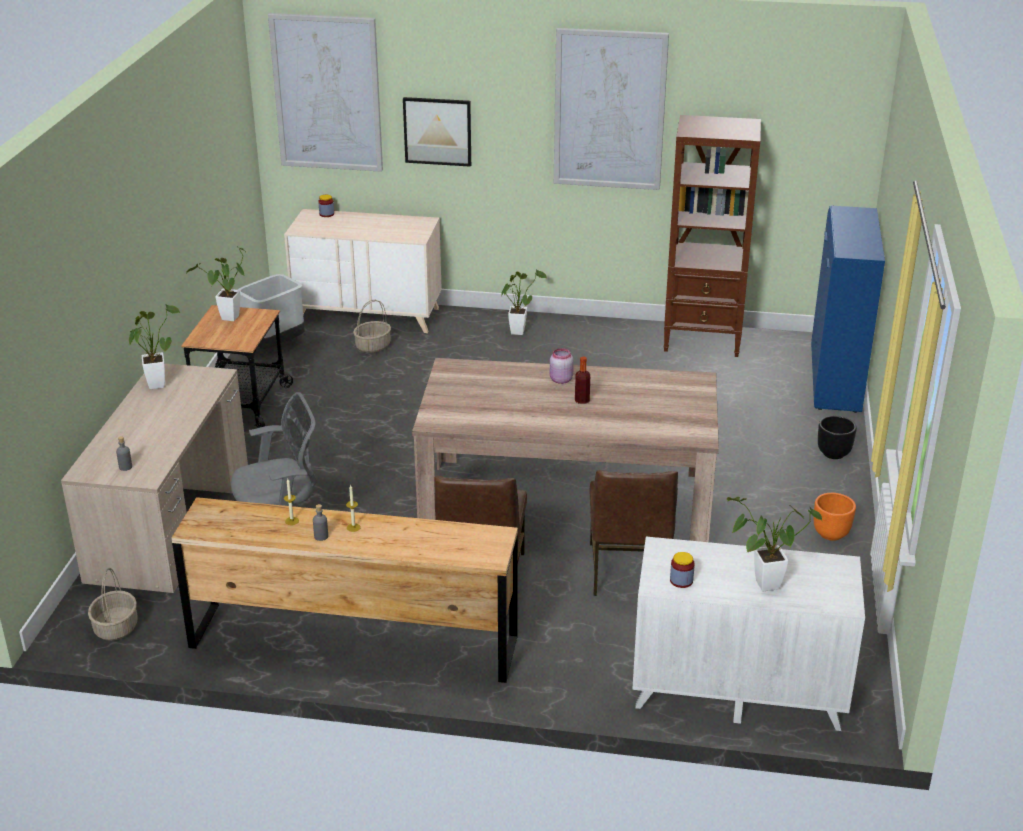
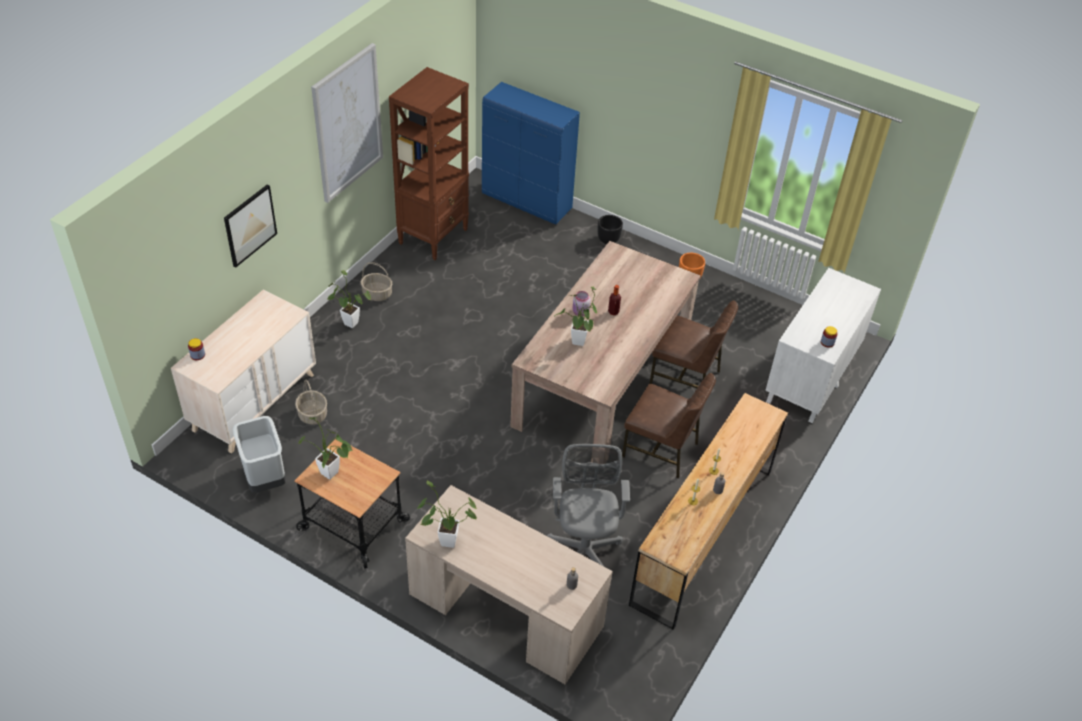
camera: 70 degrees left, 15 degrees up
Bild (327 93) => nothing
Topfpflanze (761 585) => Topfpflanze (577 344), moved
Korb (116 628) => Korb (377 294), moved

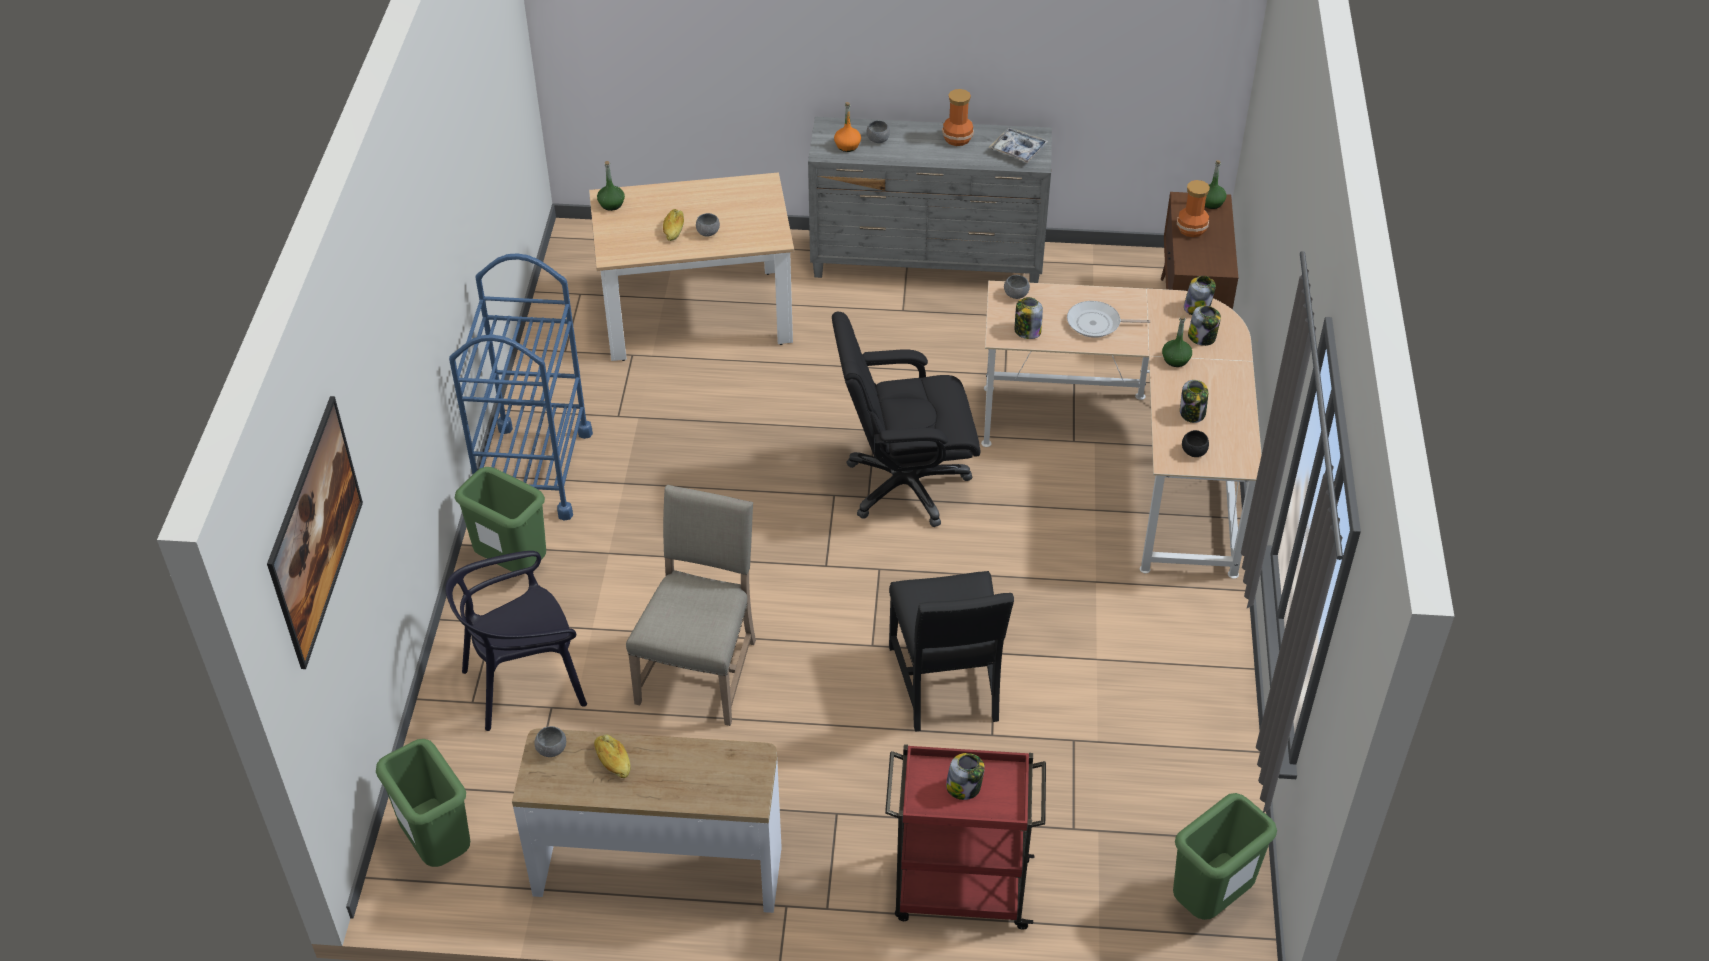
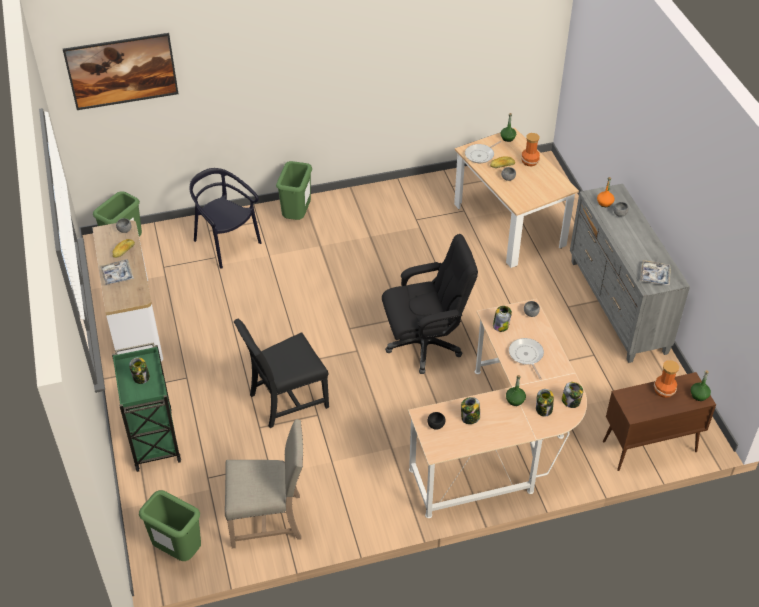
camera: 70 degrees right, 0 degrees up
Vase (957 138) => Vase (529 161), moved
Rollwagen (blau) (534 471) => nothing
Bürostuhl (schwarz) (904 485) => Bürostuhl (schwarz) (425 344), 105 degrees clockwise
Stuhl (beige) (701 669) => Stuhl (beige) (269 518), moved
Rollwagen (rot) (958 890) => Rollwagen (grün) (153 438)
nothing => Pfanne (480 155)
nothing => Tablett (117 275)

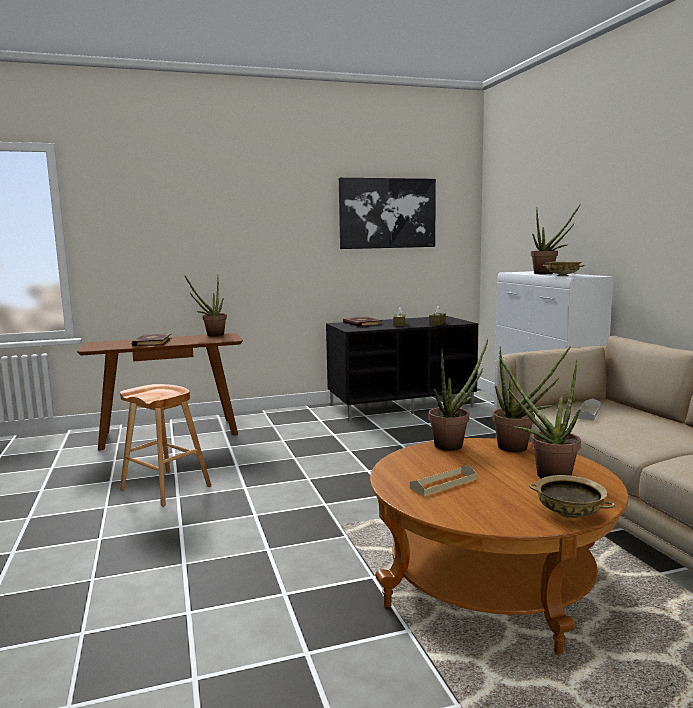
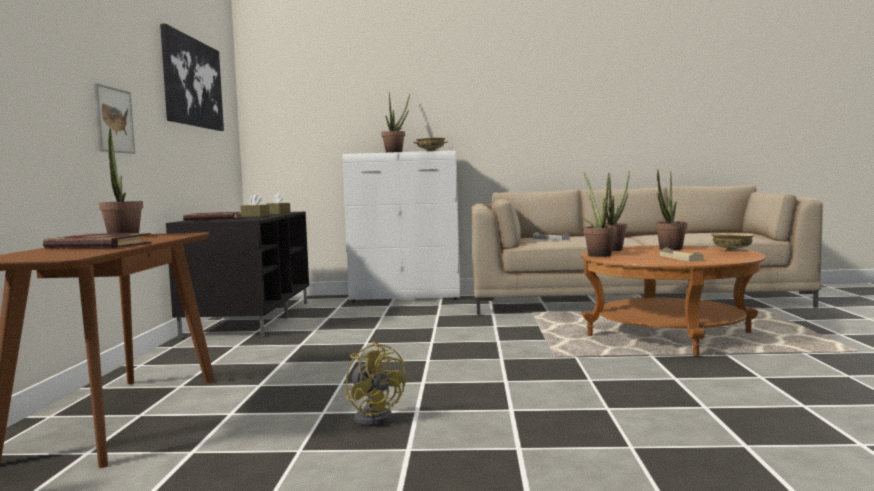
camera: 70 degrees left, 5 degrees down
Hocker (braun) (165 487) => Ventilator (gelb) (375 417)
nothing => Bild (114 120)

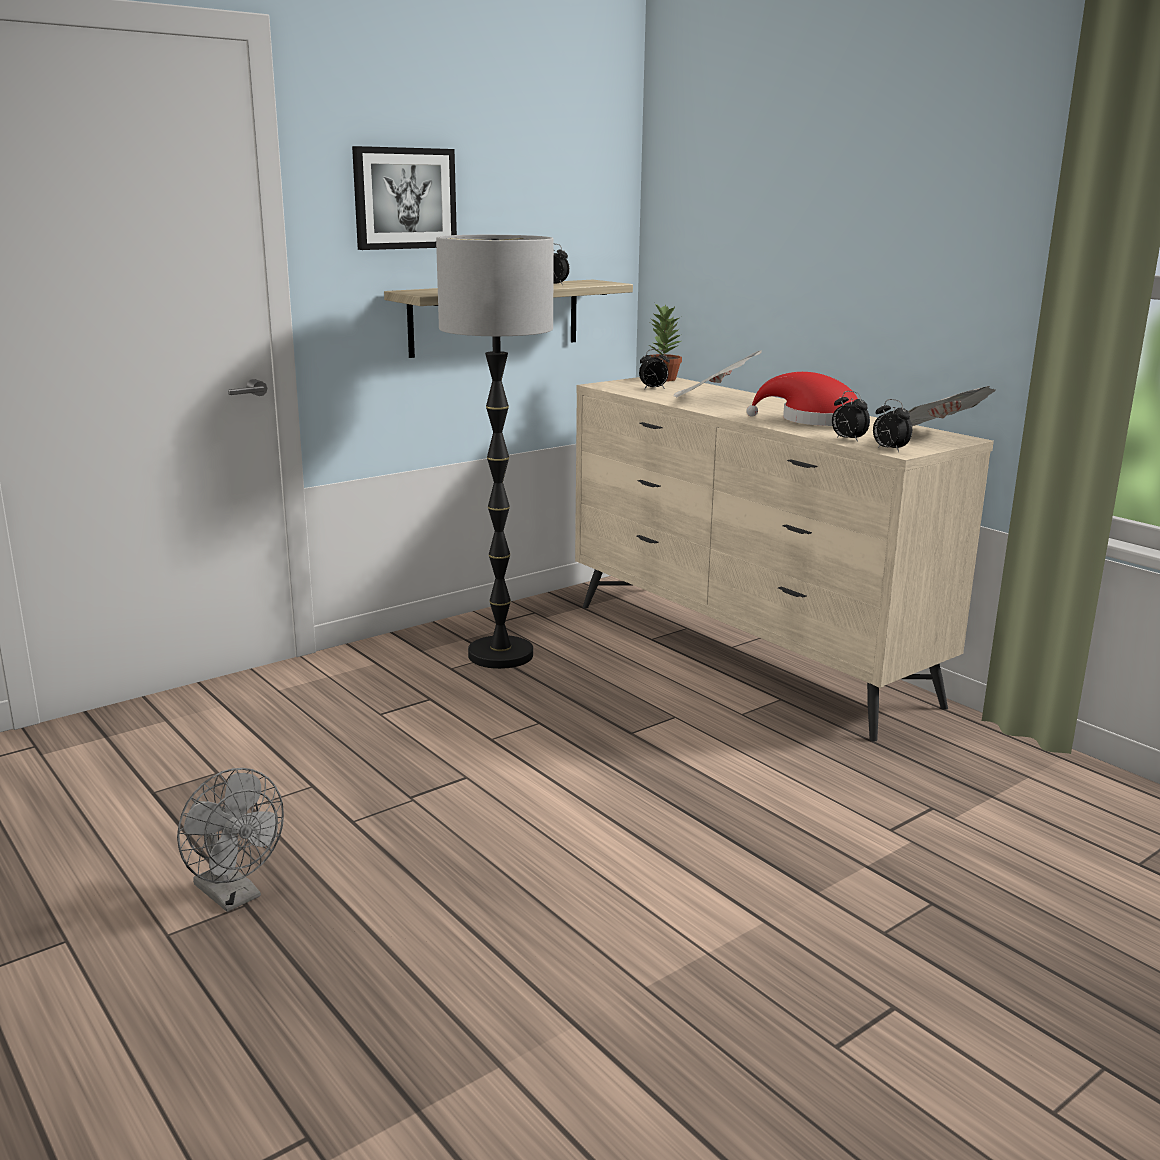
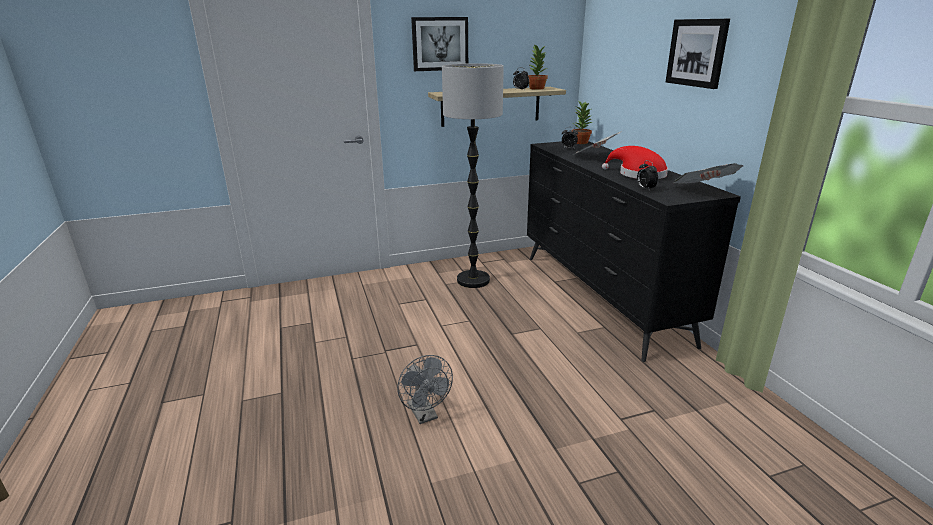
camera: 20 degrees right, 5 degrees up
Kommode (beige) (746 653) => Kommode (schwarz) (601 297)
Wecker (889 449) => nothing
Ventilator (grau) (234 896) => Ventilator (grau) (425 415), moved
nothing => Bild (697 53)
nothing => Topfpflanze (536 88)

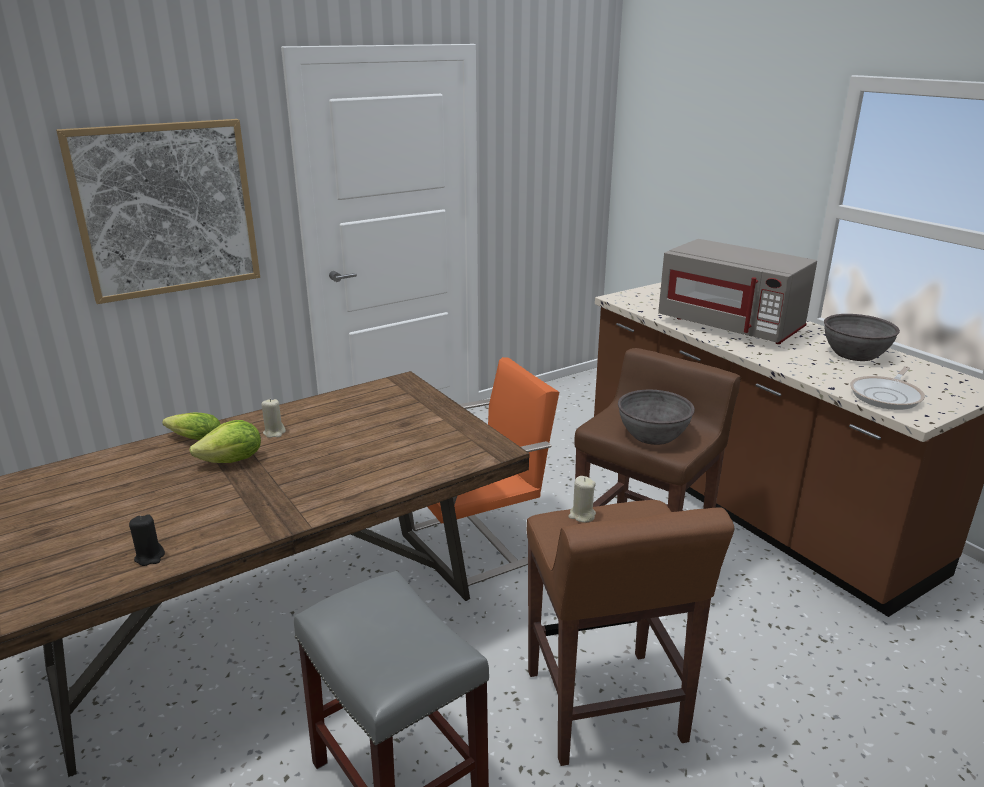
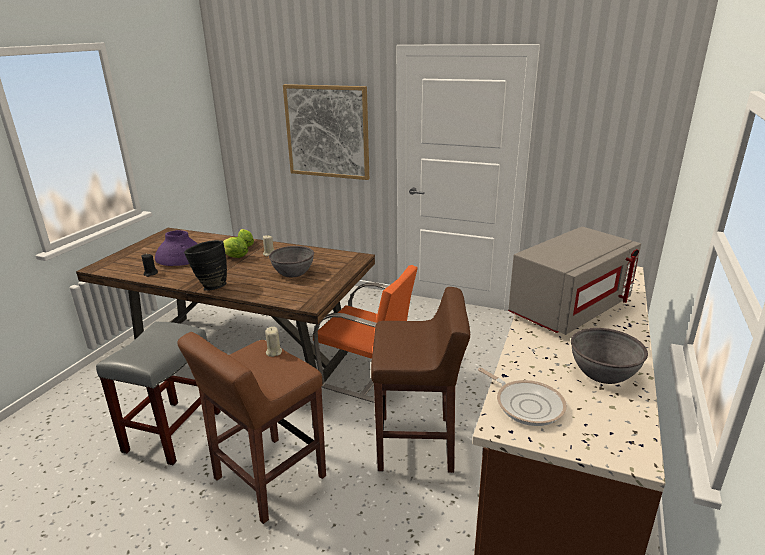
camera: 55 degrees right, 0 degrees up
Mikrowelle (grau) (731 326) => Mikrowelle (grau) (569 309), 135 degrees counterclockwise
Pfanne (887 396) => Pfanne (526 404), 135 degrees counterclockwise
Schüssel (grau) (652 435) => Schüssel (grau) (293 272), moved
nothing => Vase (lila) (180 258)
nothing => Vase (schwarz) (210 286)

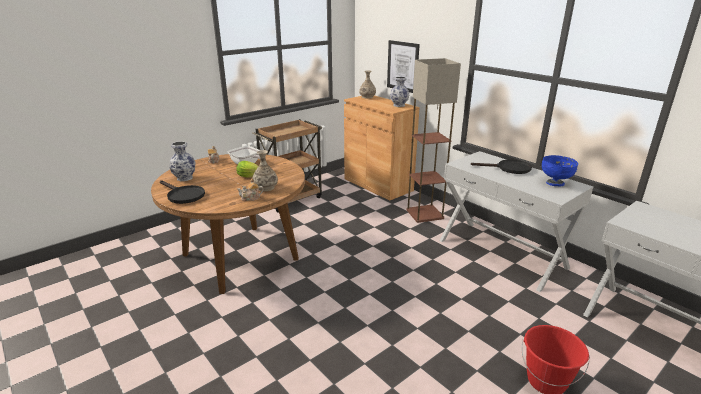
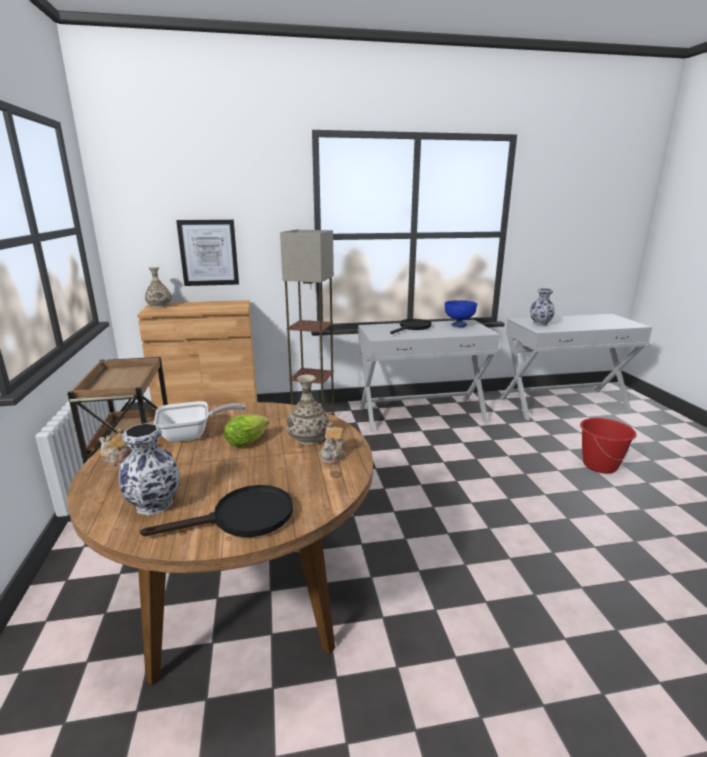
camera: 60 degrees left, 5 degrees down
Vase (399 105) => Vase (540 324), moved

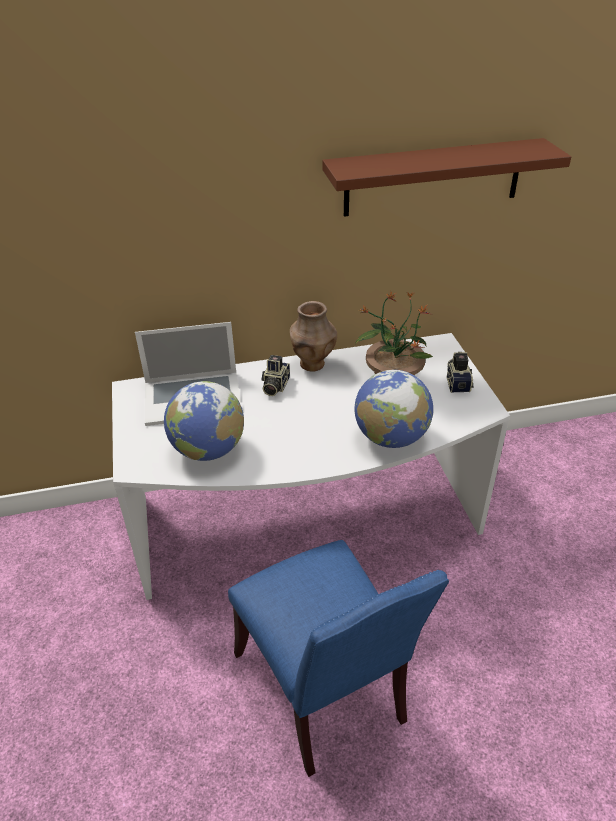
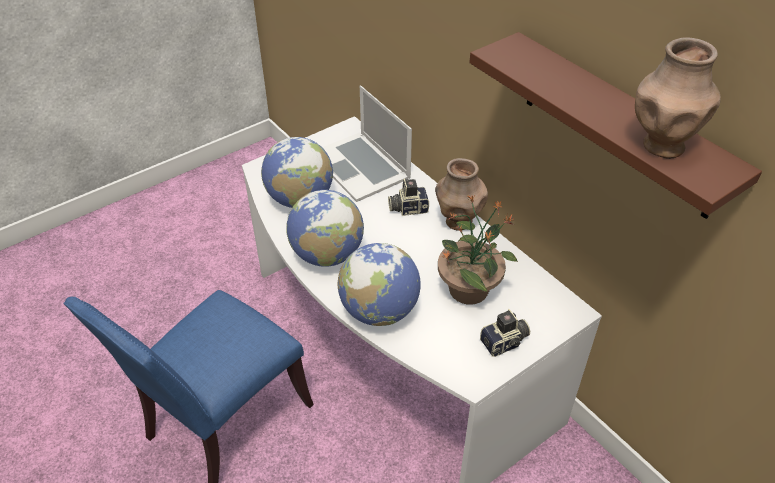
camera: 65 degrees right, 5 degrees up
nothing => Vase (braun) (662 145)
nothing => Globus (327 255)

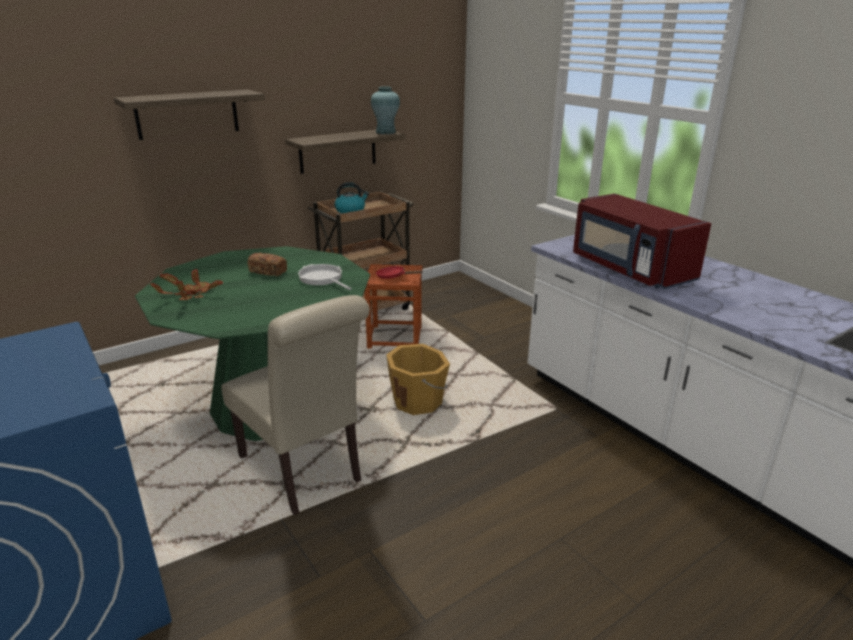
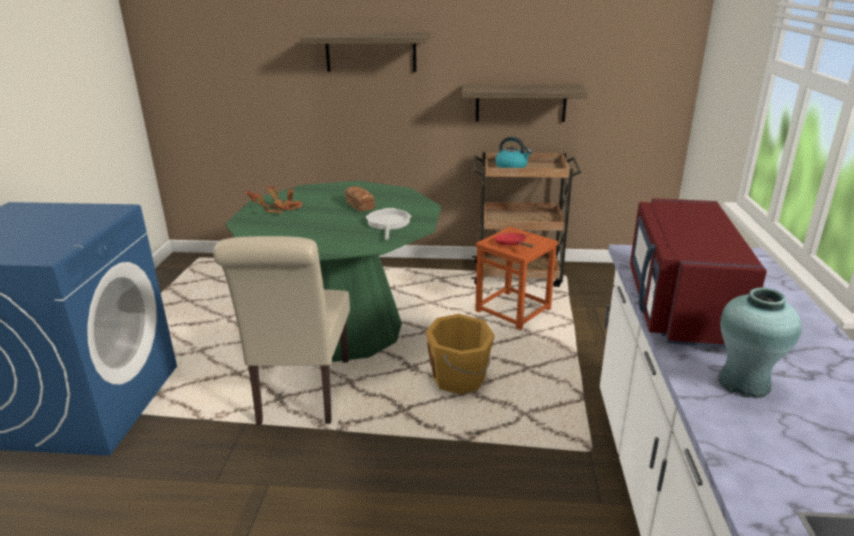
camera: 40 degrees right, 0 degrees up
Vase (türkis) (386 132) => Vase (türkis) (744 383), moved

